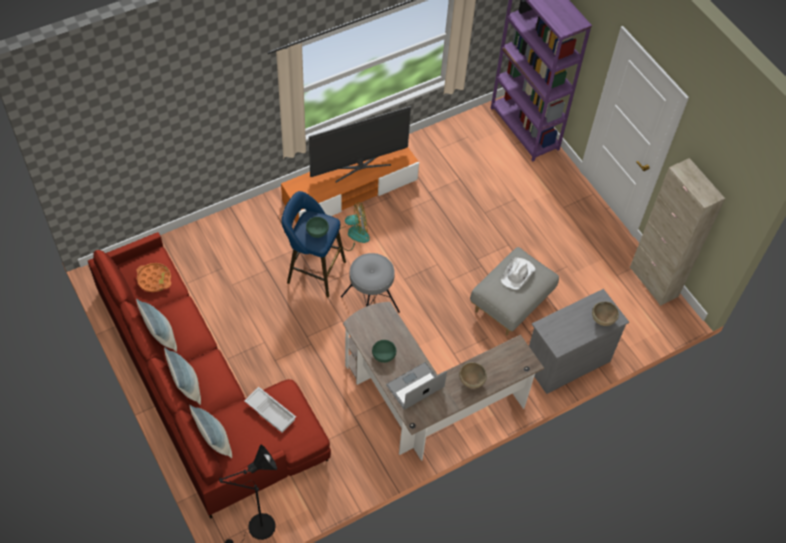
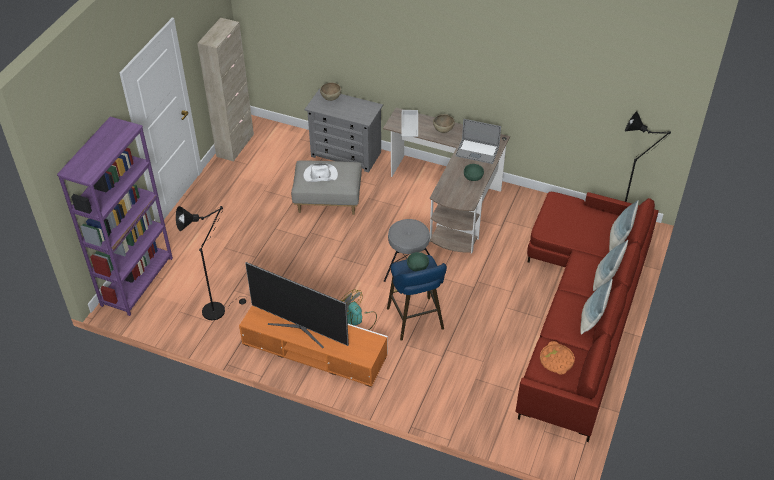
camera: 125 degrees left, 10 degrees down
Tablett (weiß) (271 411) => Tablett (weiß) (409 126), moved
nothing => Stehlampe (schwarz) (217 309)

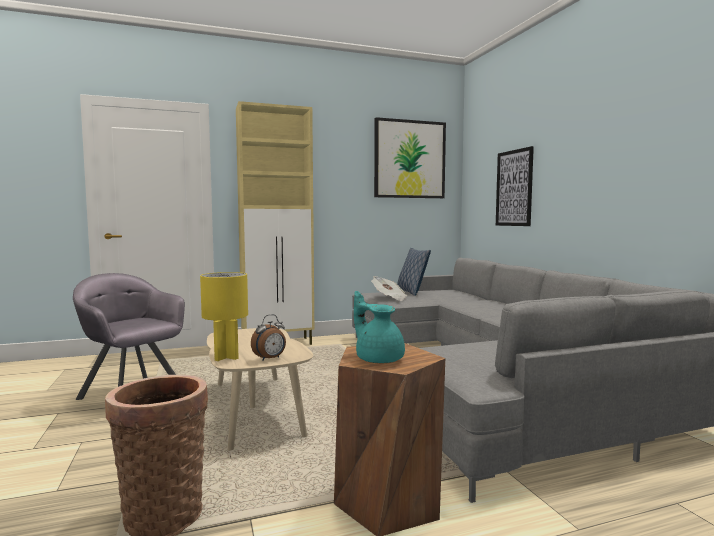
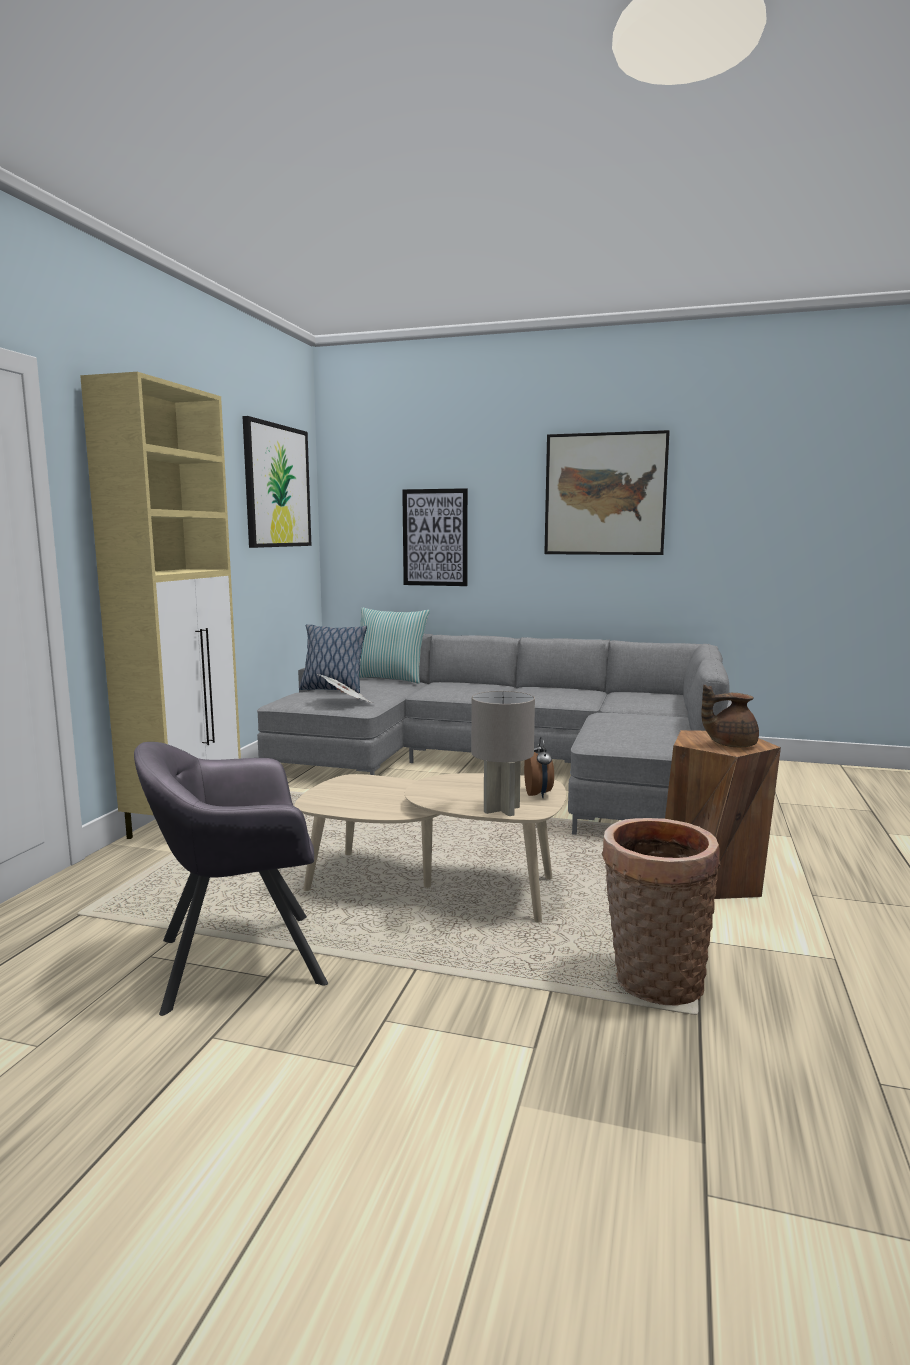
camera: 55 degrees left, 5 degrees up
Tischlampe (gelb) (226 357) => Tischlampe (grau) (501 809)
Teekanne (türkis) (378 359) => Teekanne (braun) (730 744)
nothing => Bild (605 494)
nothing => Kissen (390 678)

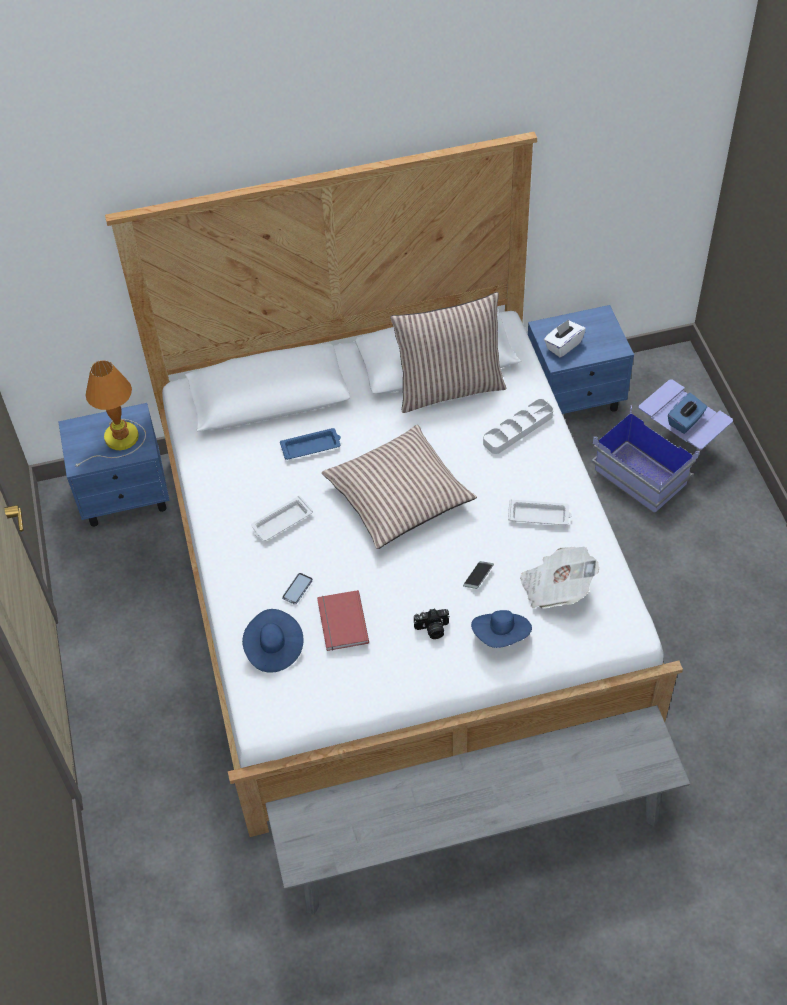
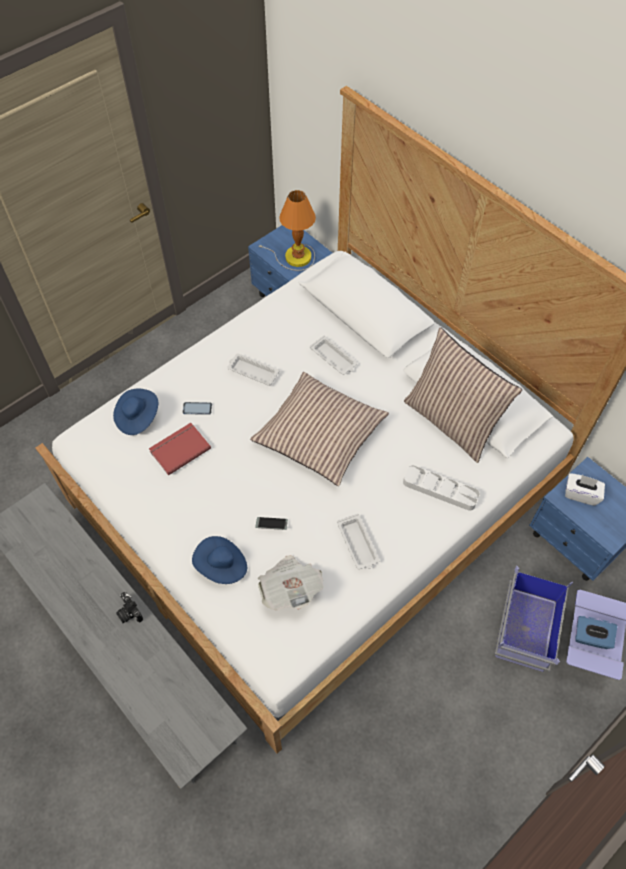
camera: 60 degrees right, 5 degrees up
Tablett (blau) (311 446) => Tablett (weiß) (334 358)
Kamera (432 629) => Kamera (128 613), moved

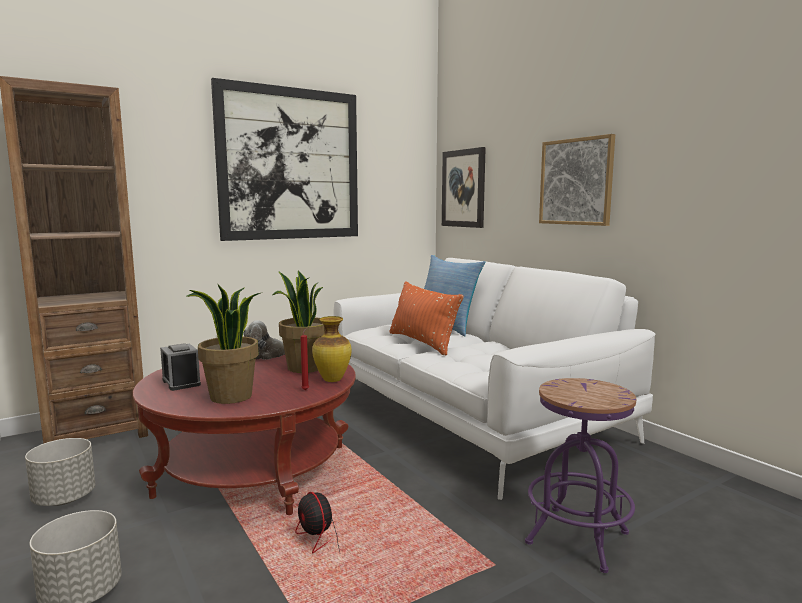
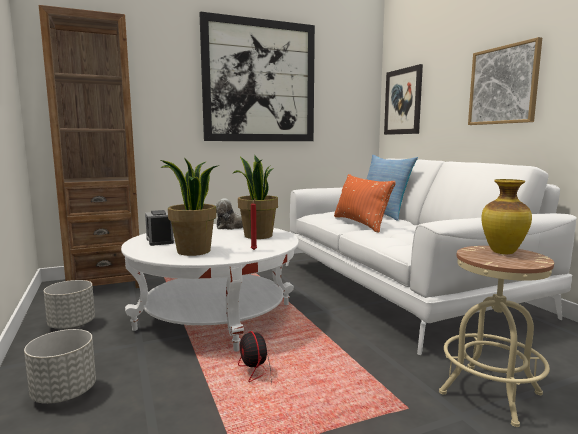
camera: 10 degrees right, 0 degrees up
Vase (332 380) => Vase (503 253), moved
Couchtisch (rot) (254 470) => Couchtisch (weiß) (215 316)
Hocker (lila) (577 538) => Hocker (beige) (490 393)

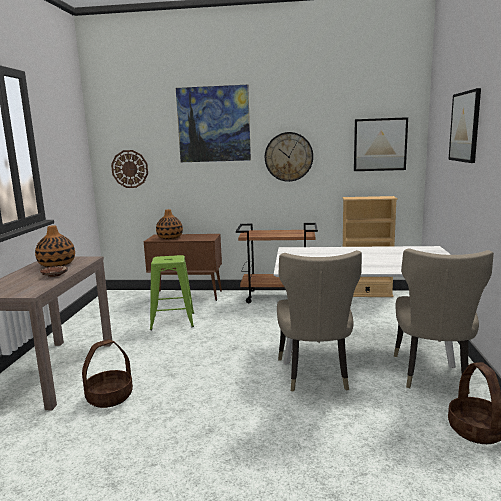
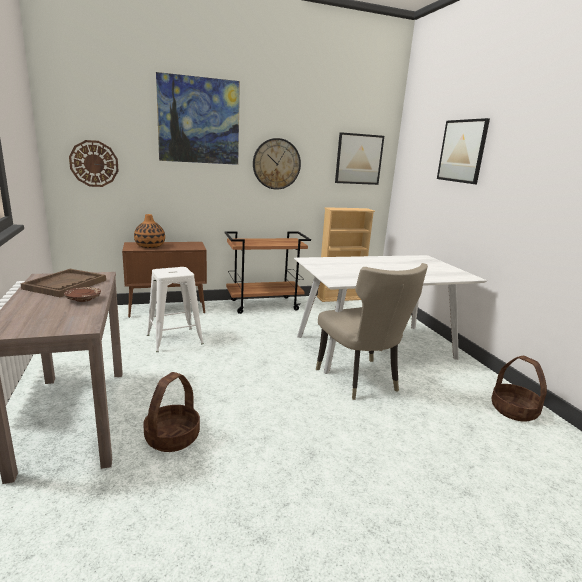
camera: 25 degrees left, 5 degrees up
Vase (56 264) => Tablett (braun) (65 284)
Stuhl (beige) (433 375) => nothing
Hocker (grün) (173 321) => Hocker (weiß) (175 339)

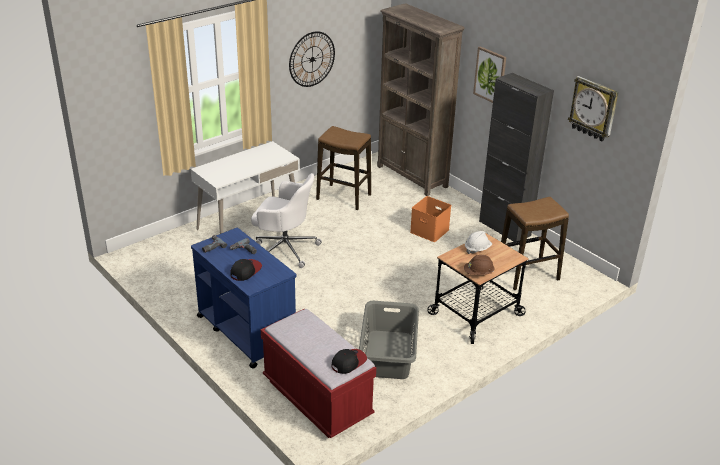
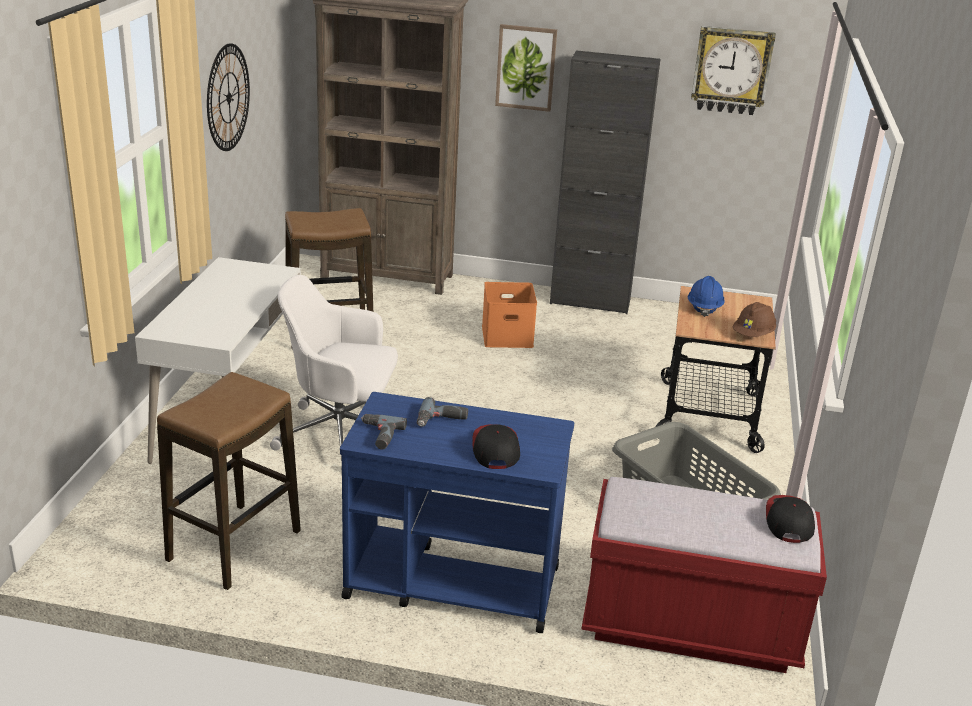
camera: 40 degrees left, 5 degrees down
Bürostuhl (weiß) (284 249) => Bürostuhl (weiß) (340 435), 150 degrees counterclockwise
Hocker (527 274) => Hocker (234 545), moved
Schutzhelm (weiß) (477 249) => Schutzhelm (blau) (704 307)

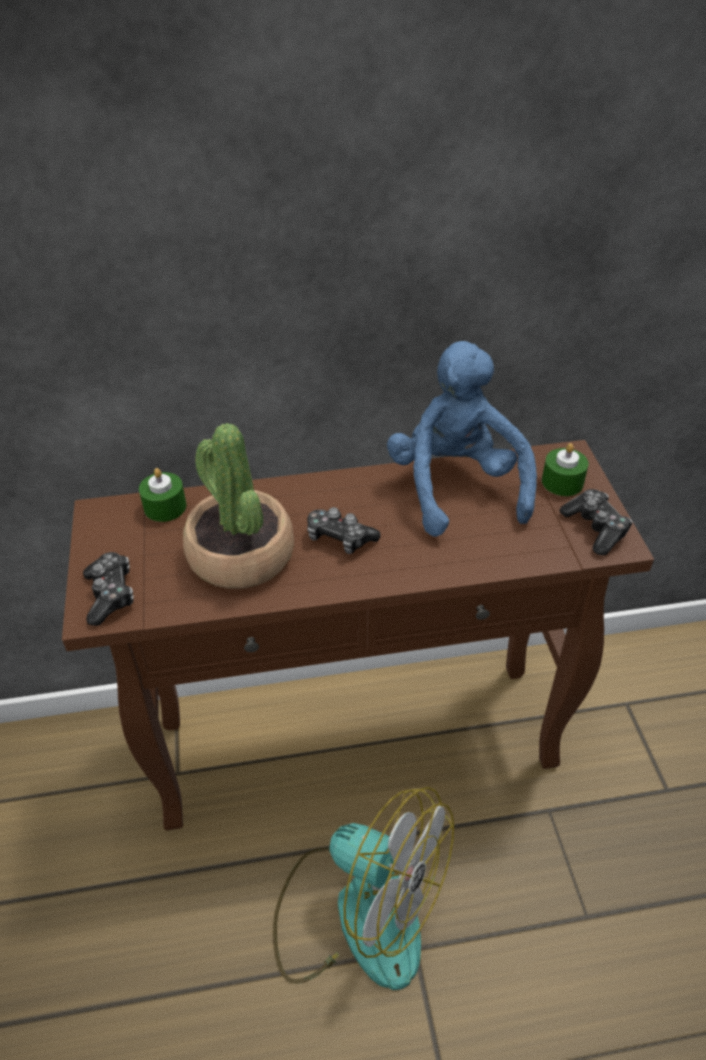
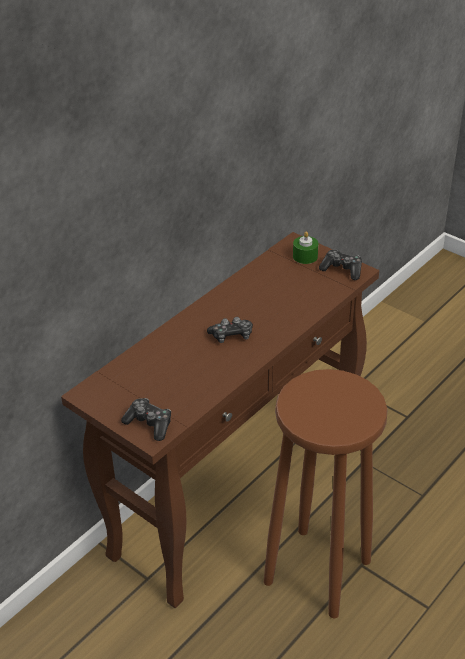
camera: 40 degrees left, 5 degrees down
Plüschtier (blau) (456 487) => nothing
Topfpflanze (240 555) => nothing
Kerze (grün) (165 507) => nothing
Ventilator (358 912) => Hocker (braun) (318 570)

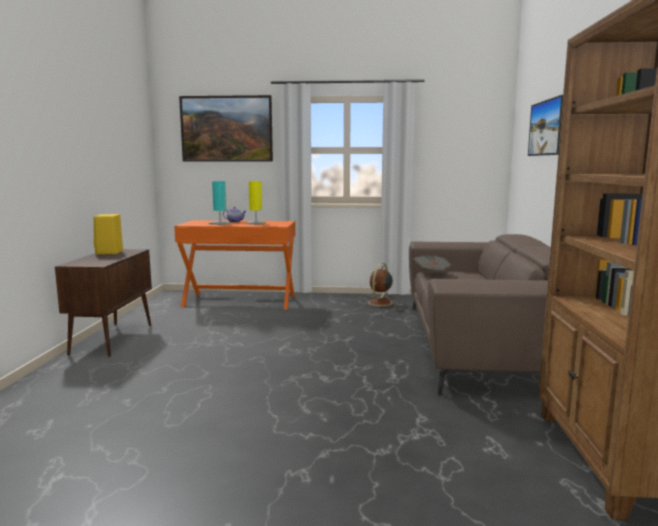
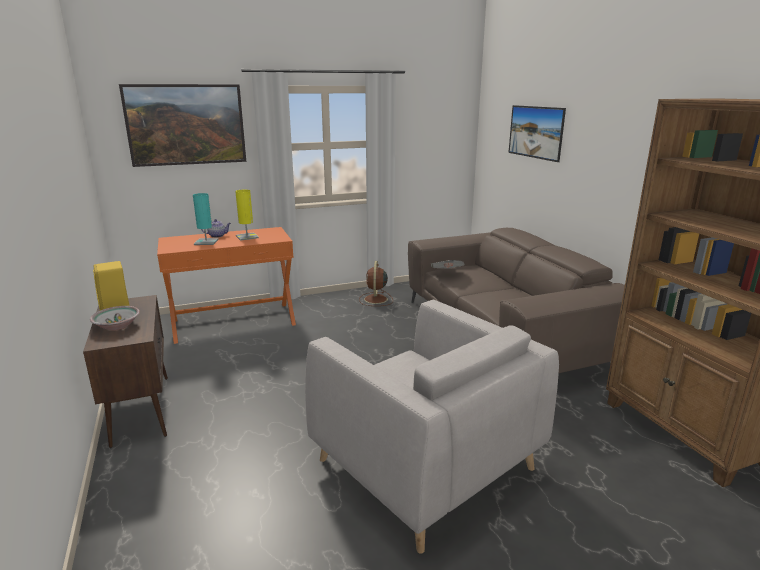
camera: 25 degrees left, 10 degrees up
nothing => Sessel (grau) (426 464)
nothing => Schüssel (117 326)

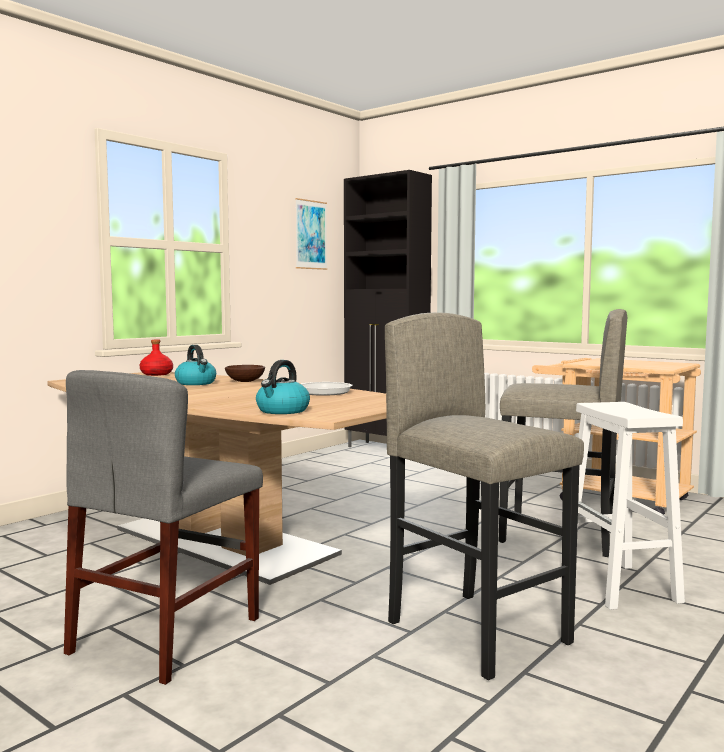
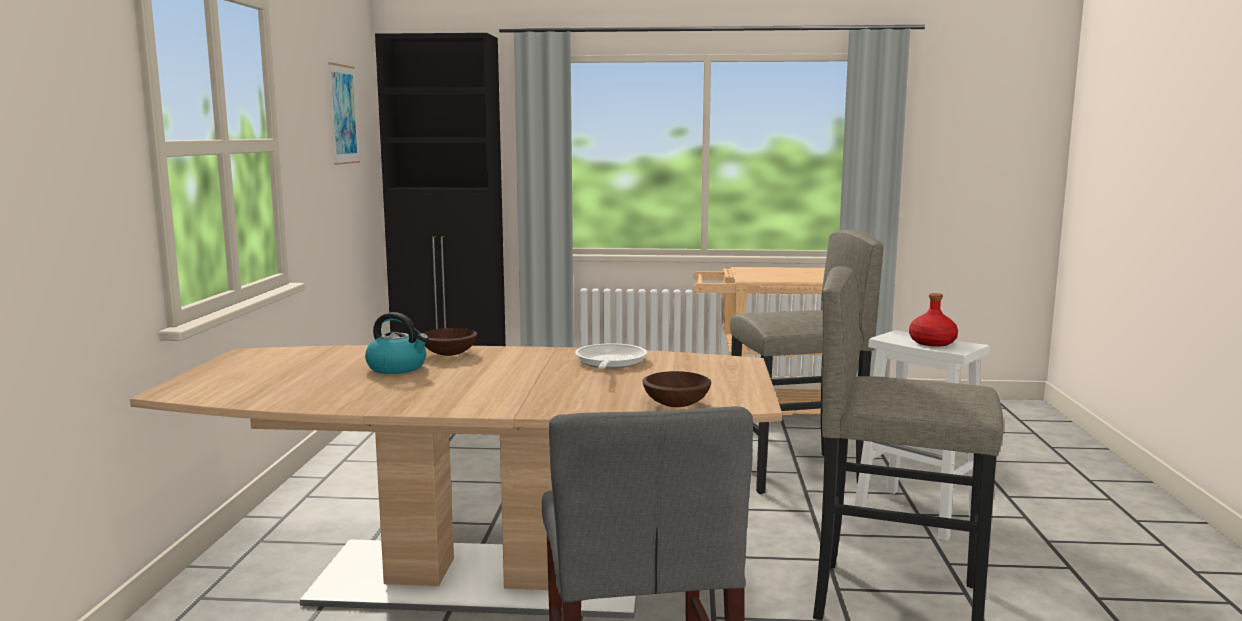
camera: 35 degrees left, 5 degrees up
Flasche (rot) (156 374) => Flasche (rot) (931 342), moved
Wasserkessel (282 411) => Schüssel (braun) (677 404)

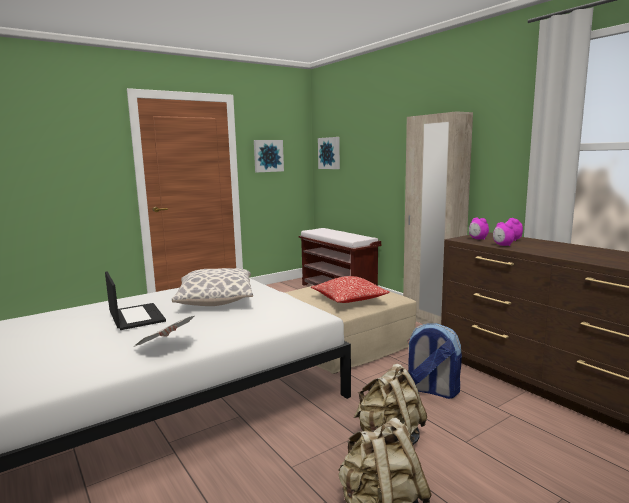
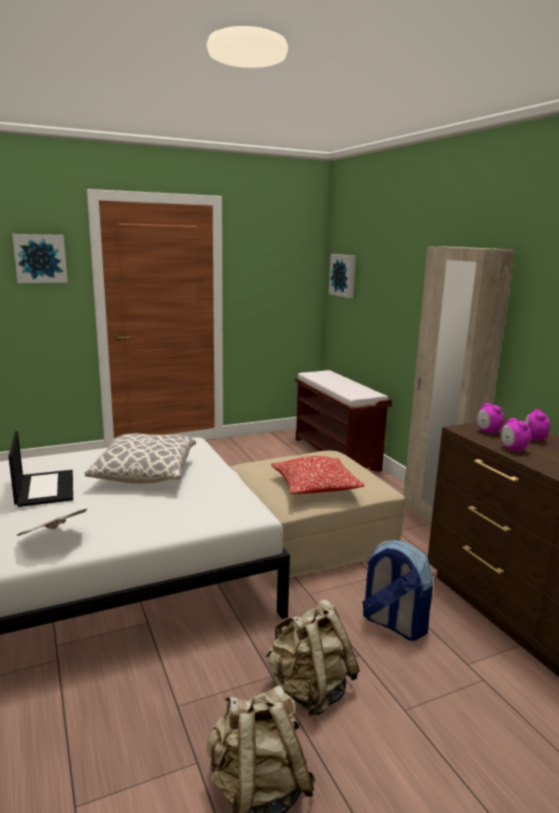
camera: 10 degrees right, 5 degrees up
Bild (268 156) => Bild (40 258), moved

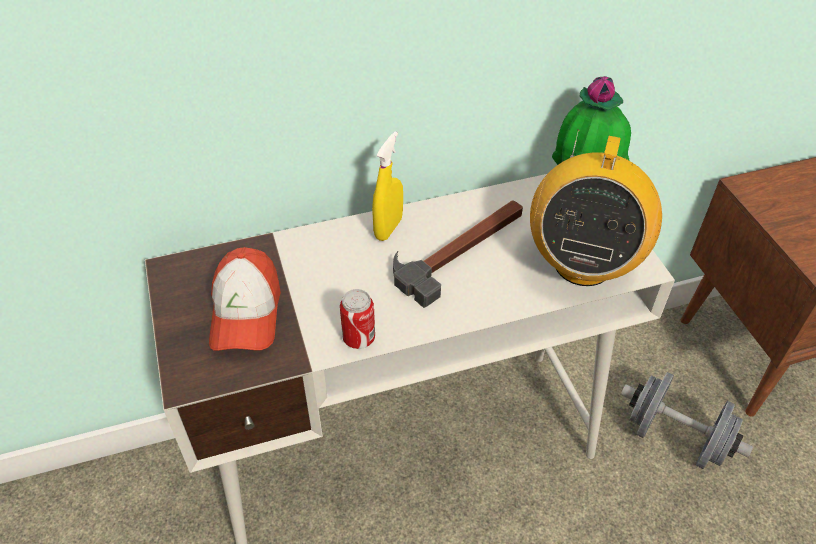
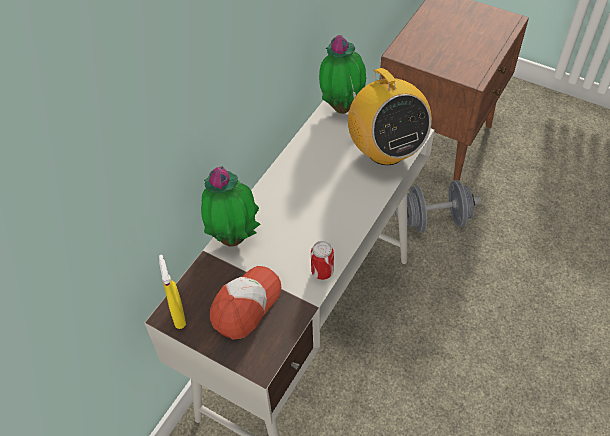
camera: 40 degrees left, 5 degrees up
Sprühflasche (gelb) (388 228) => Sprühflasche (gelb) (178 315), moved
Hammer (461 250) => nothing
Kappe (246 313) => Kappe (246 305), 105 degrees counterclockwise
nothing => Topfpflanze (234 237)

